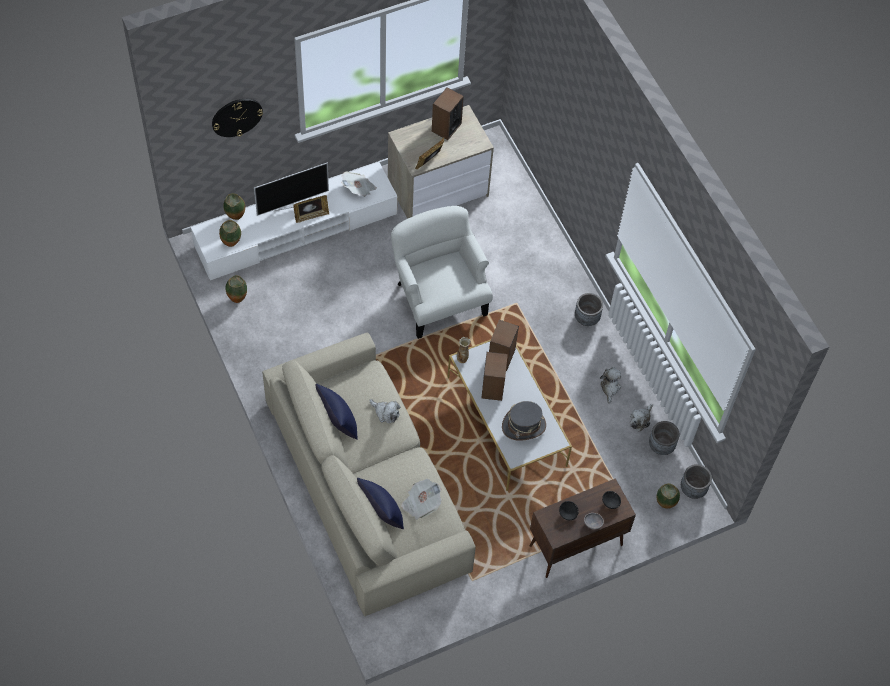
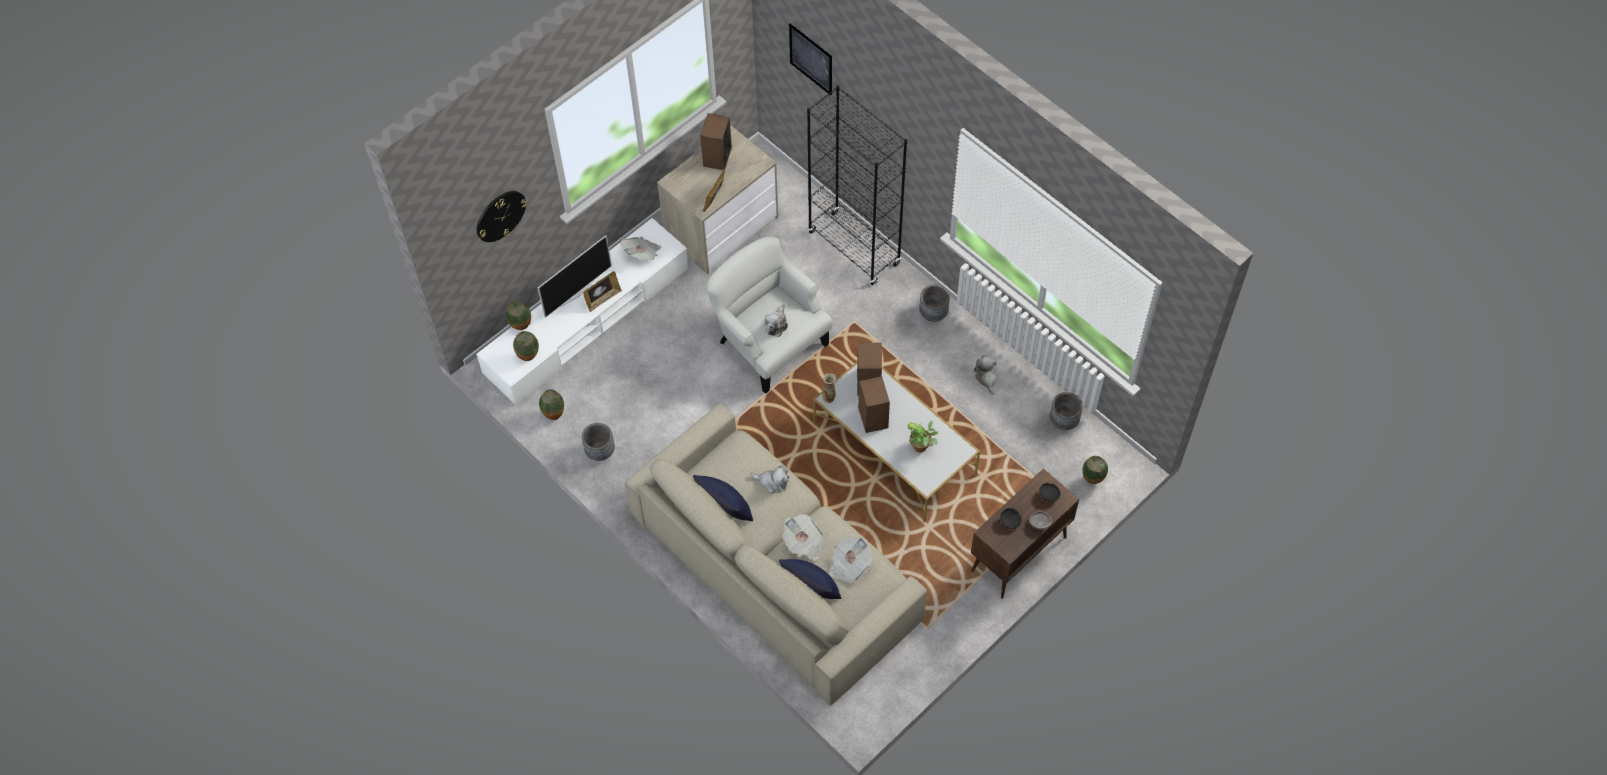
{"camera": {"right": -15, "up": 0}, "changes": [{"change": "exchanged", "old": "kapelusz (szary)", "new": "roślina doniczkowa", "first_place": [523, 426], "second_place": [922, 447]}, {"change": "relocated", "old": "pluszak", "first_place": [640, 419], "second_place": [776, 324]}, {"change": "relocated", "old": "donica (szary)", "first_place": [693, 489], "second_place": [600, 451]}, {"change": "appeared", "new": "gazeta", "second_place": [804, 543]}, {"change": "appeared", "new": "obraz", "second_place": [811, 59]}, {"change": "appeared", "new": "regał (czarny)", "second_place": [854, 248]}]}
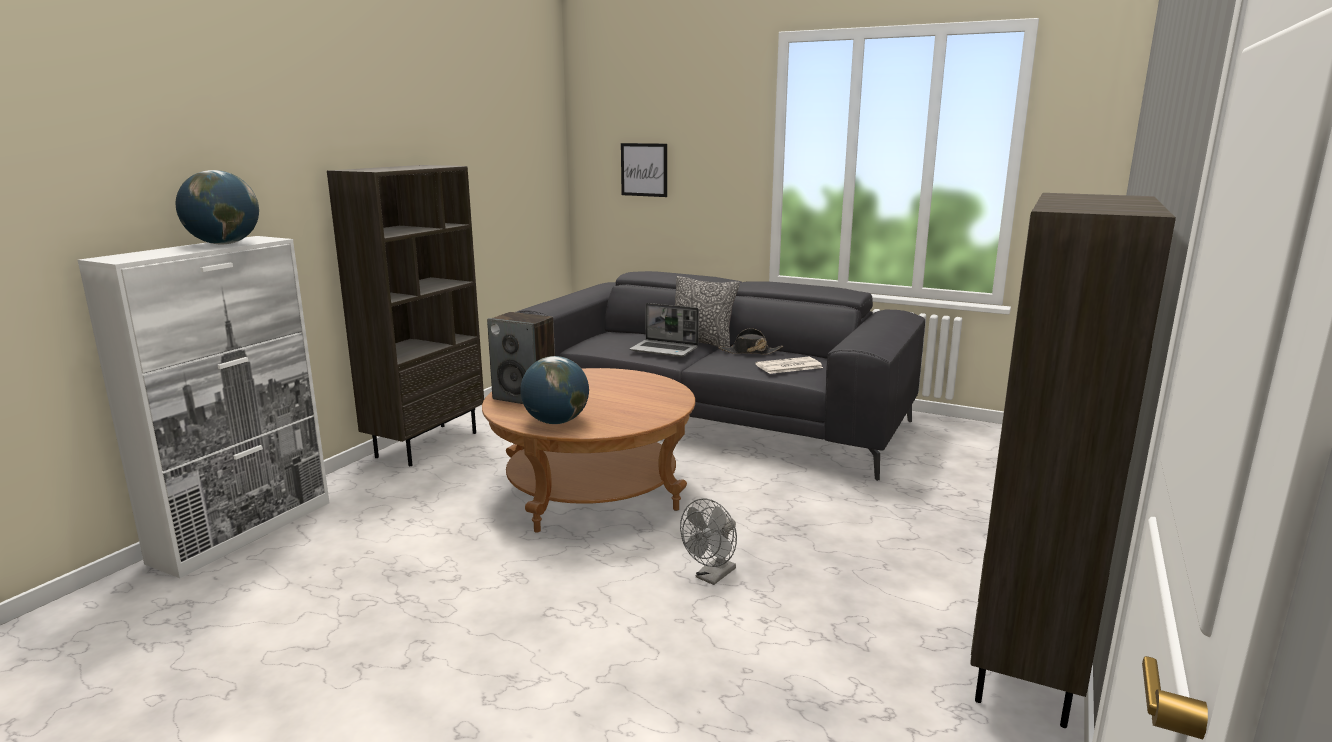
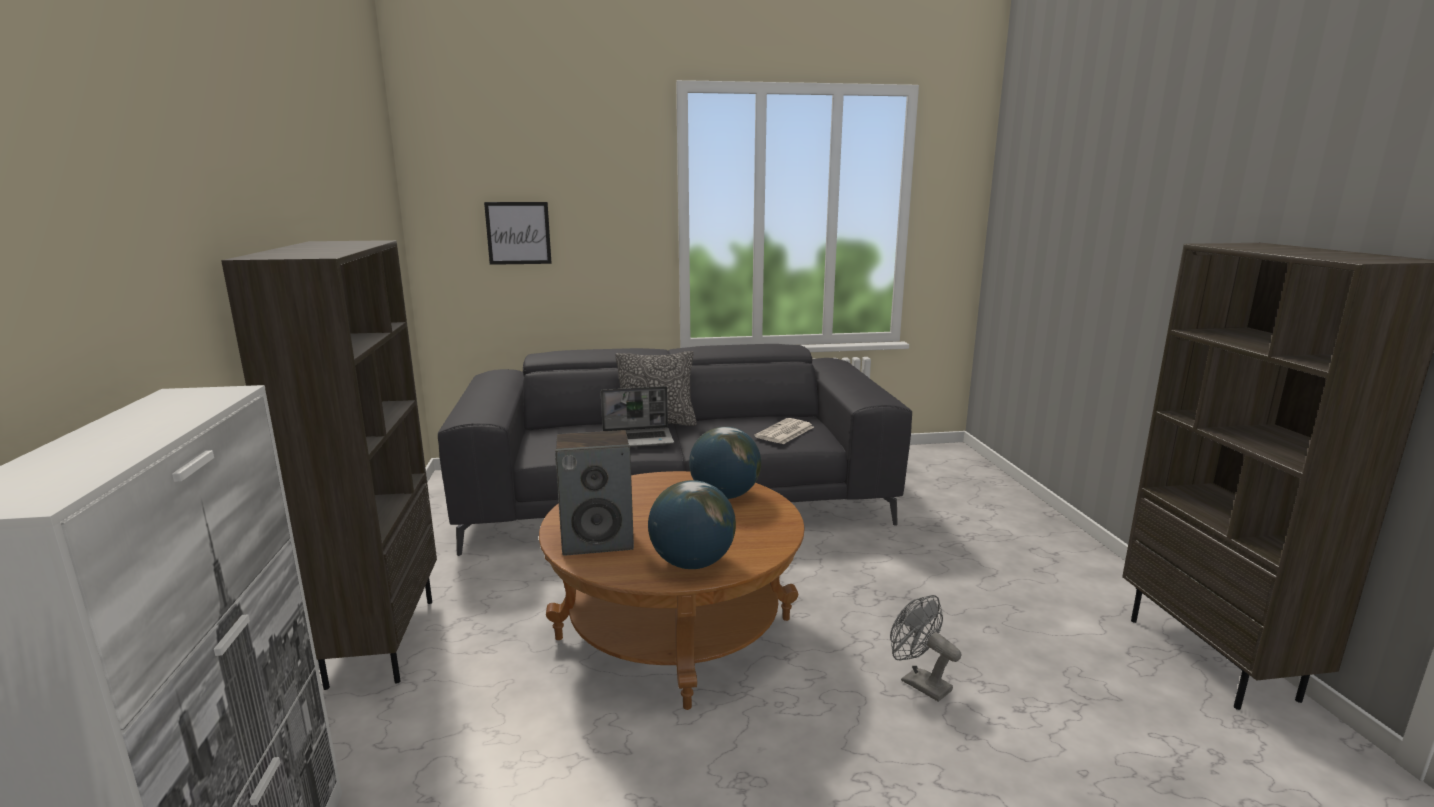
{"camera": {"right": -35, "up": 0}, "changes": [{"change": "relocated", "old": "globus", "first_place": [223, 244], "second_place": [725, 496]}, {"change": "spun", "old": "wentylator (szary)", "first_place": [712, 577], "second_place": [919, 682], "degrees": 135}, {"change": "missing", "old": "kapelusz (czarny)", "first_place": [750, 352]}]}
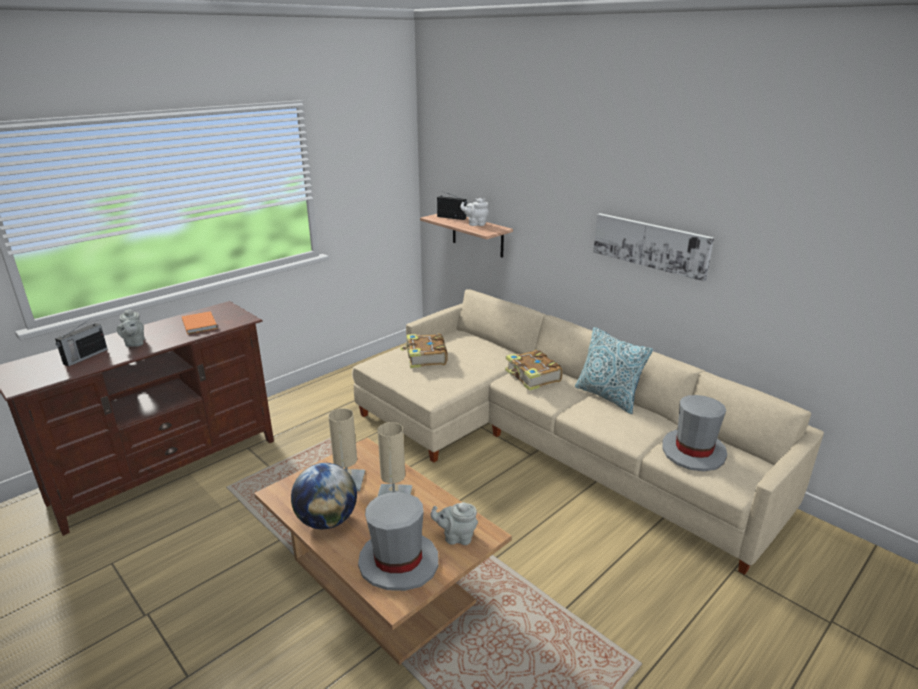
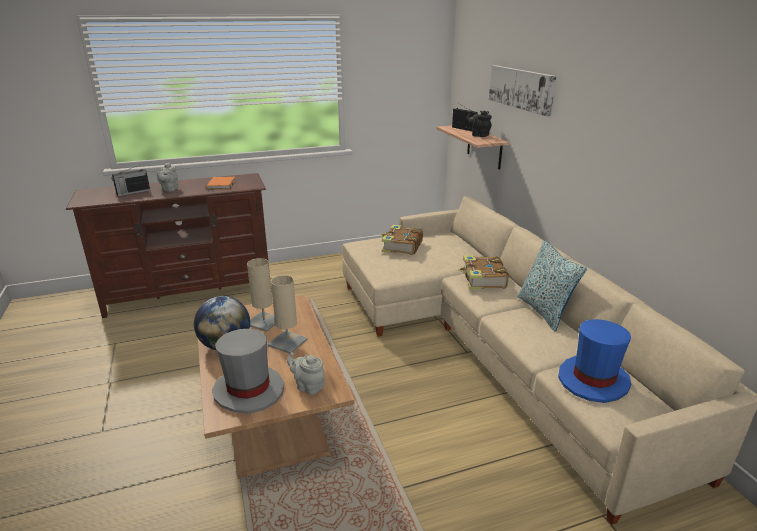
{"camera": {"right": 25, "up": 0}, "changes": [{"change": "colour", "old": "imbryk (biały)", "new": "imbryk (czarny)", "first_place": [475, 224], "second_place": [478, 135]}, {"change": "relocated", "old": "obraz", "first_place": [650, 244], "second_place": [521, 88]}, {"change": "colour", "old": "kapelusz (szary)", "new": "kapelusz (niebieski)", "first_place": [693, 451], "second_place": [593, 380]}]}
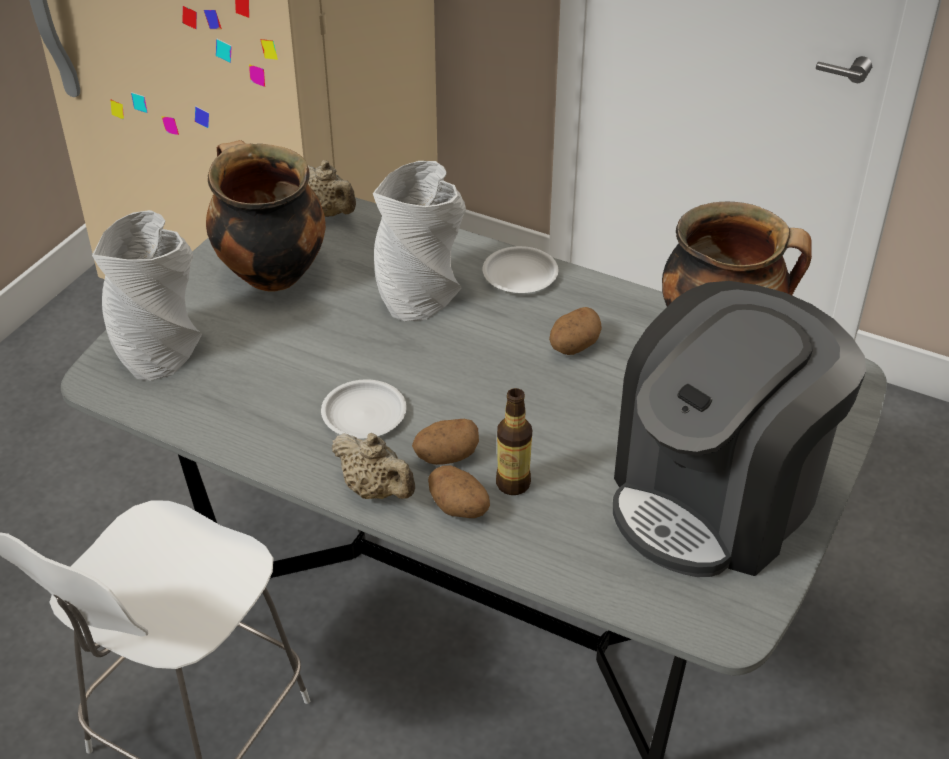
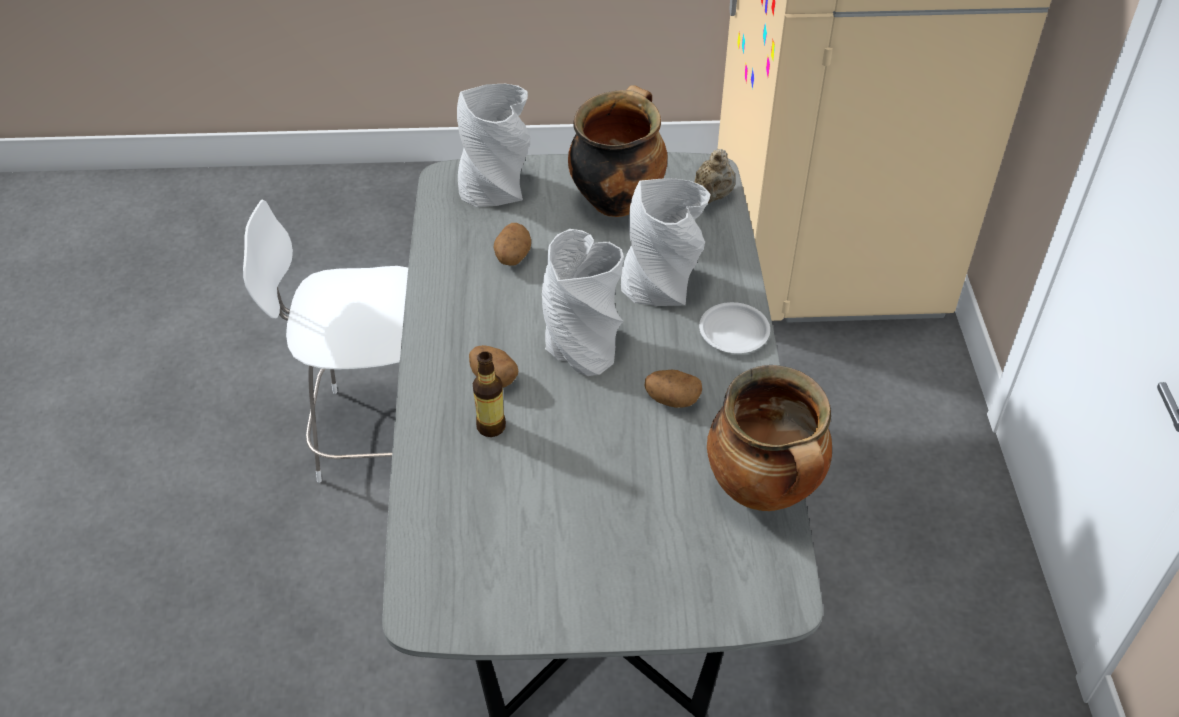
{"camera": {"right": 60, "up": 5}, "changes": [{"change": "missing", "old": "talerz (biały)", "first_place": [363, 414]}, {"change": "missing", "old": "imbryk (beżowy)", "first_place": [376, 490]}, {"change": "relocated", "old": "ziemniak", "first_place": [460, 508], "second_place": [512, 257]}, {"change": "missing", "old": "ekspres do kawy", "first_place": [717, 497]}, {"change": "appeared", "new": "wazon (szary)", "second_place": [582, 344]}]}
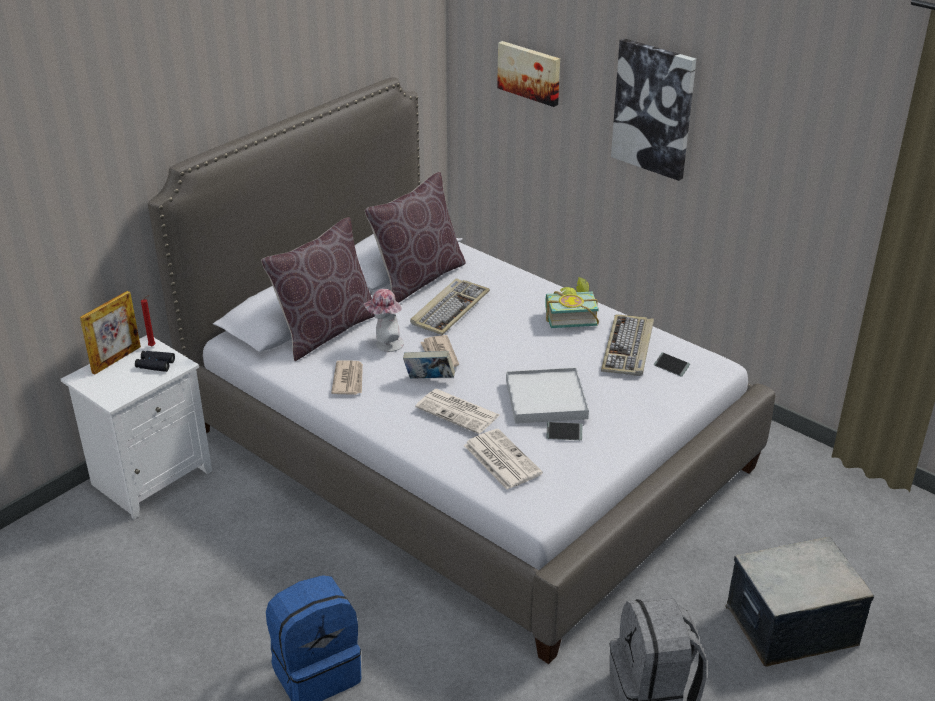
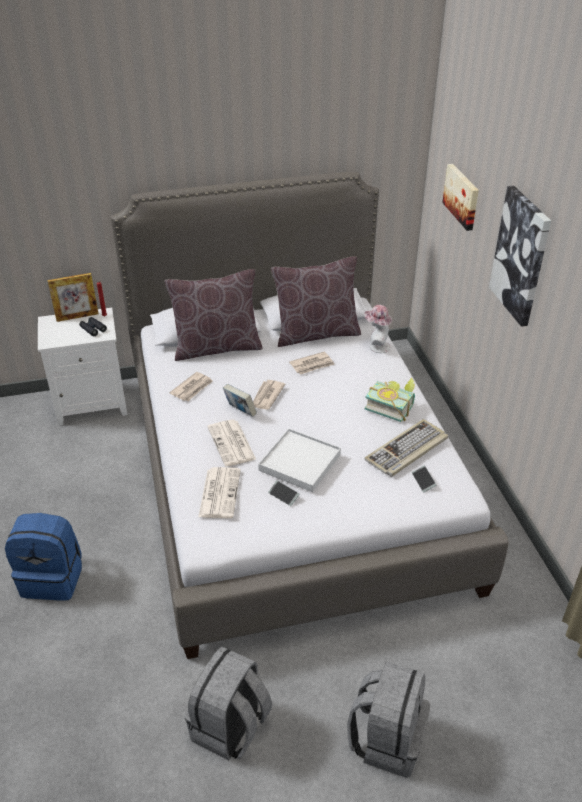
{"camera": {"right": 35, "up": 5}, "changes": [{"change": "relocated", "old": "kapelusz", "first_place": [385, 344], "second_place": [376, 346]}, {"change": "exchanged", "old": "klawiatura", "new": "gazeta", "first_place": [449, 309], "second_place": [312, 365]}, {"change": "exchanged", "old": "pojemnik do przechowywania", "new": "plecak (szary)", "first_place": [791, 625], "second_place": [387, 739]}]}
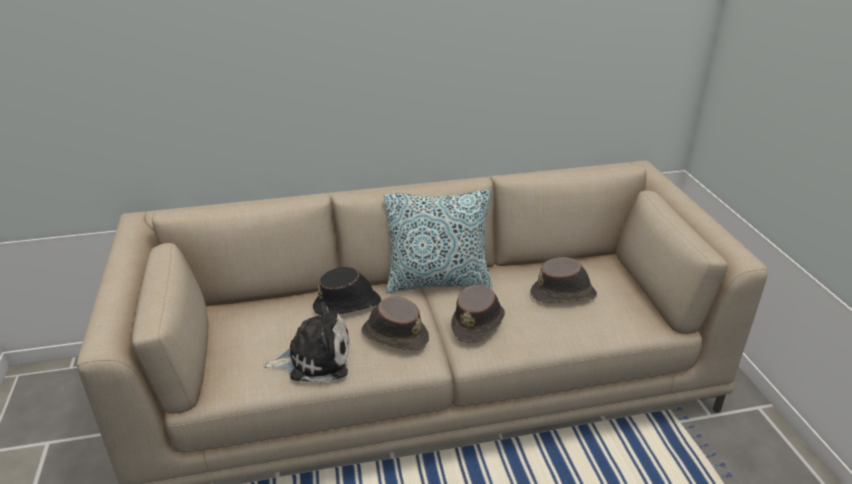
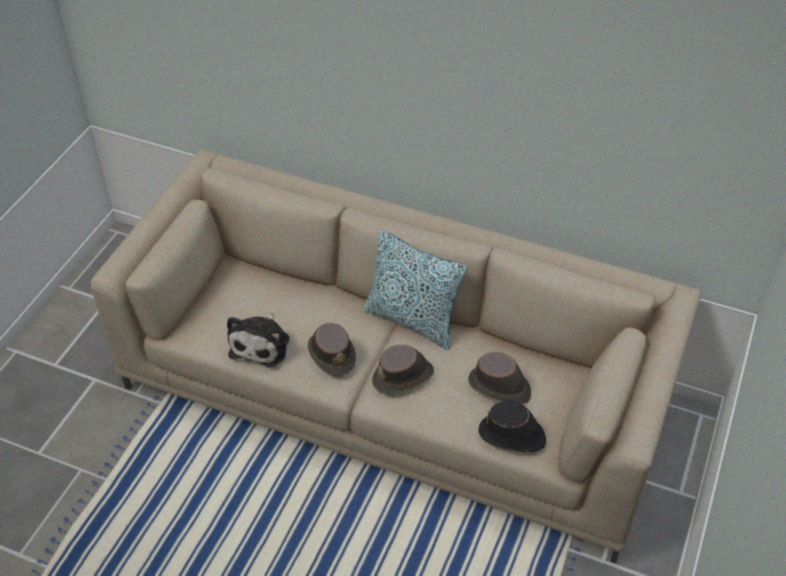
{"camera": {"right": 35, "up": 15}, "changes": [{"change": "spun", "old": "pluszak", "first_place": [315, 359], "second_place": [261, 344], "degrees": 75}, {"change": "relocated", "old": "kapelusz (czarny)", "first_place": [348, 305], "second_place": [512, 436]}]}
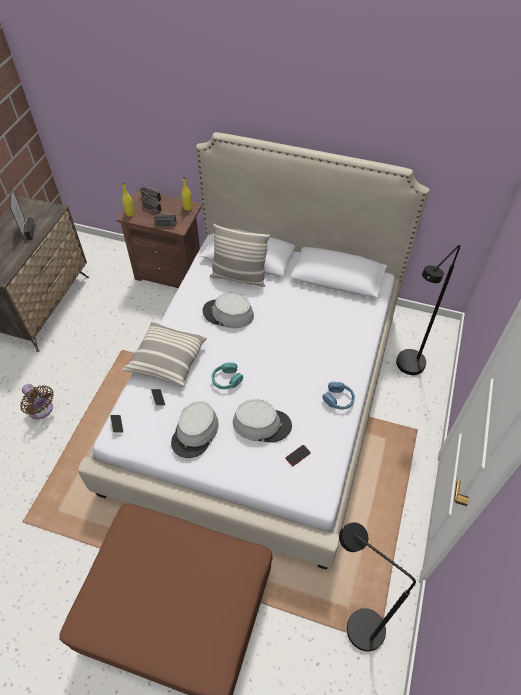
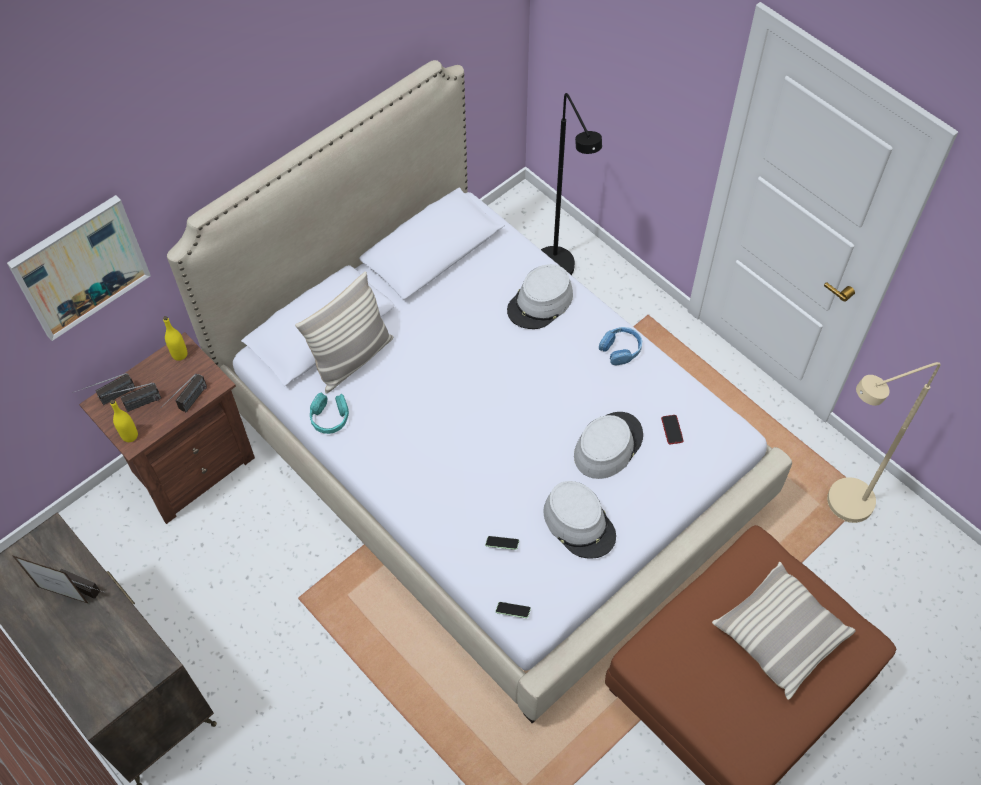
{"camera": {"right": -60, "up": 5}, "changes": [{"change": "missing", "old": "wentylator (brązowy)", "first_place": [41, 410]}, {"change": "relocated", "old": "poduszka", "first_place": [167, 360], "second_place": [779, 635]}, {"change": "relocated", "old": "kapelusz (szary)", "first_place": [228, 314], "second_place": [540, 303]}, {"change": "relocated", "old": "słuchawki (turkusowy)", "first_place": [226, 380], "second_place": [330, 418]}, {"change": "colour", "old": "lampa stojąca (czarny)", "new": "lampa stojąca (beżowy)", "first_place": [355, 623], "second_place": [839, 508]}, {"change": "appeared", "new": "obraz", "second_place": [80, 267]}]}
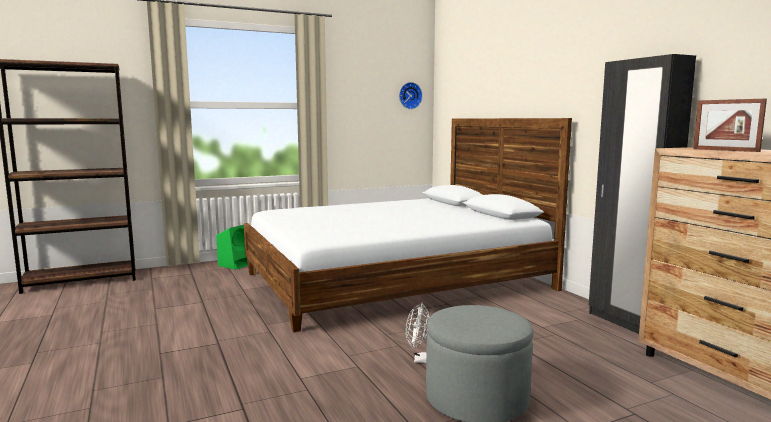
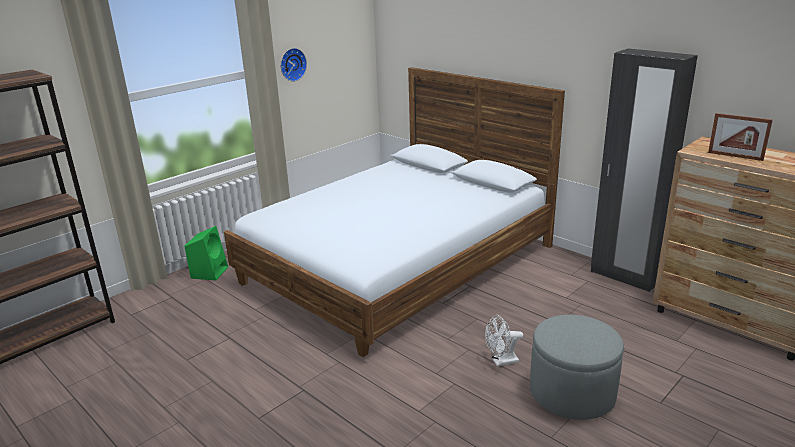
{"camera": {"right": -20, "up": 15}, "changes": [{"change": "relocated", "old": "zegar ścienny", "first_place": [409, 95], "second_place": [292, 64]}]}
